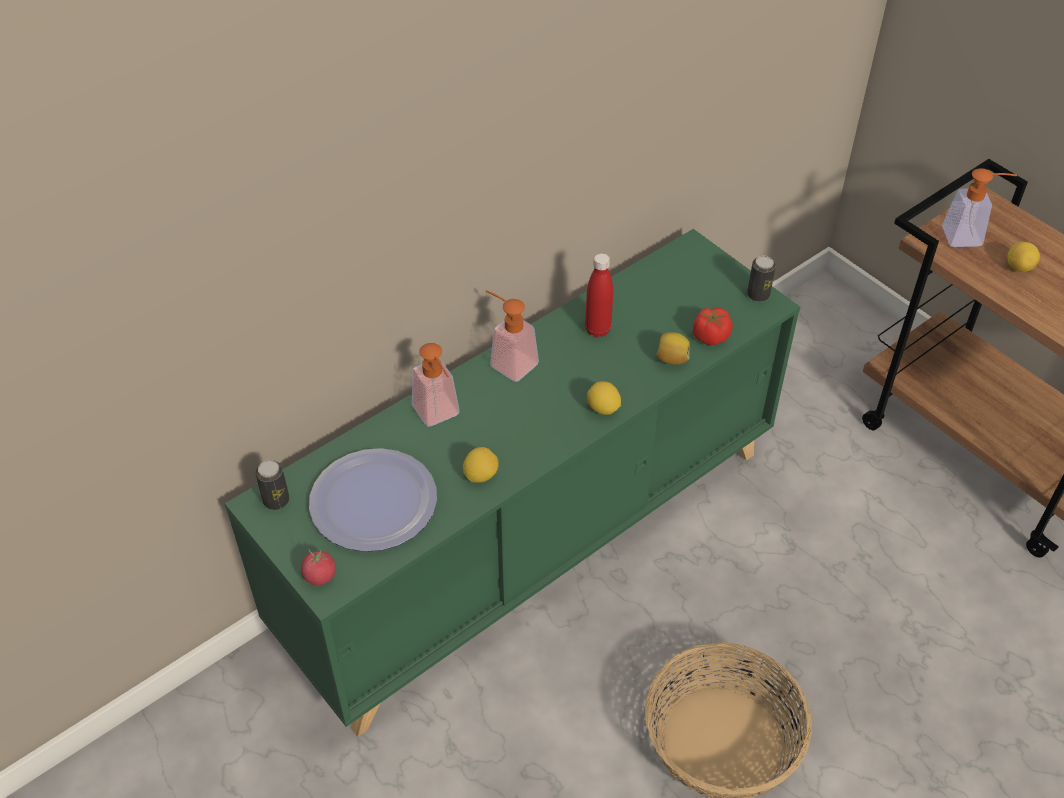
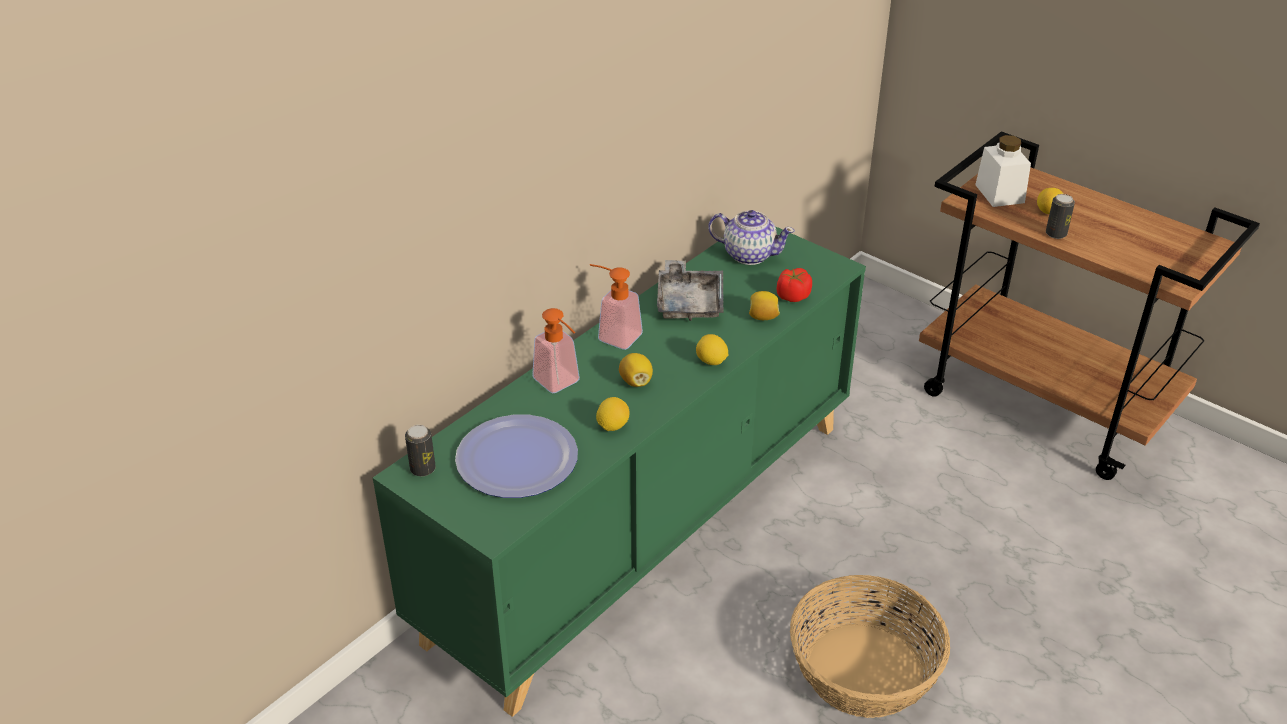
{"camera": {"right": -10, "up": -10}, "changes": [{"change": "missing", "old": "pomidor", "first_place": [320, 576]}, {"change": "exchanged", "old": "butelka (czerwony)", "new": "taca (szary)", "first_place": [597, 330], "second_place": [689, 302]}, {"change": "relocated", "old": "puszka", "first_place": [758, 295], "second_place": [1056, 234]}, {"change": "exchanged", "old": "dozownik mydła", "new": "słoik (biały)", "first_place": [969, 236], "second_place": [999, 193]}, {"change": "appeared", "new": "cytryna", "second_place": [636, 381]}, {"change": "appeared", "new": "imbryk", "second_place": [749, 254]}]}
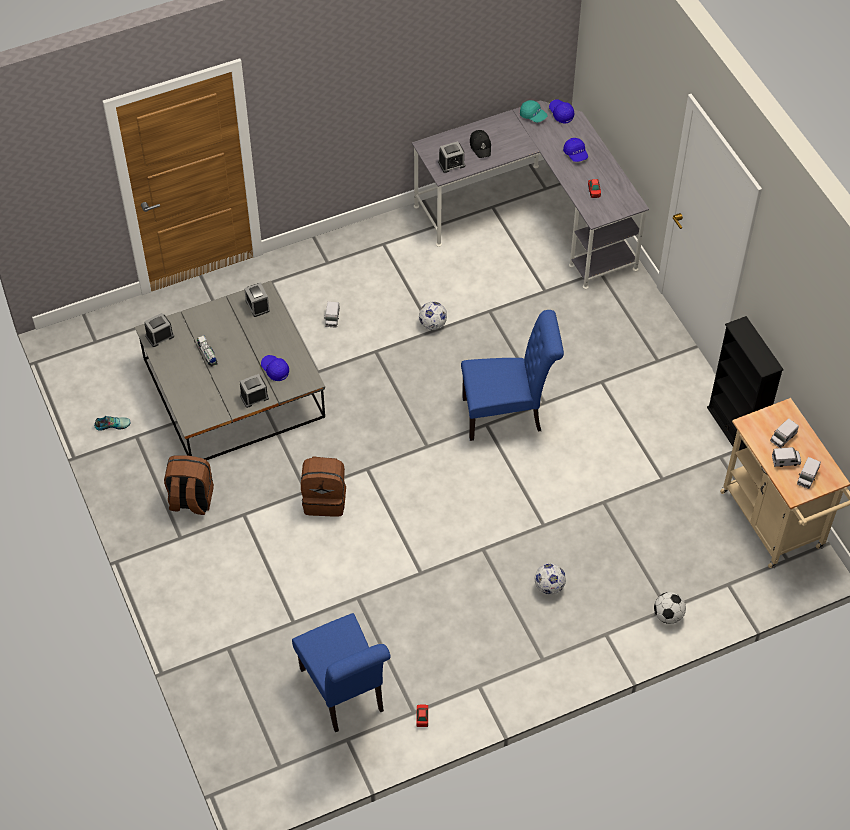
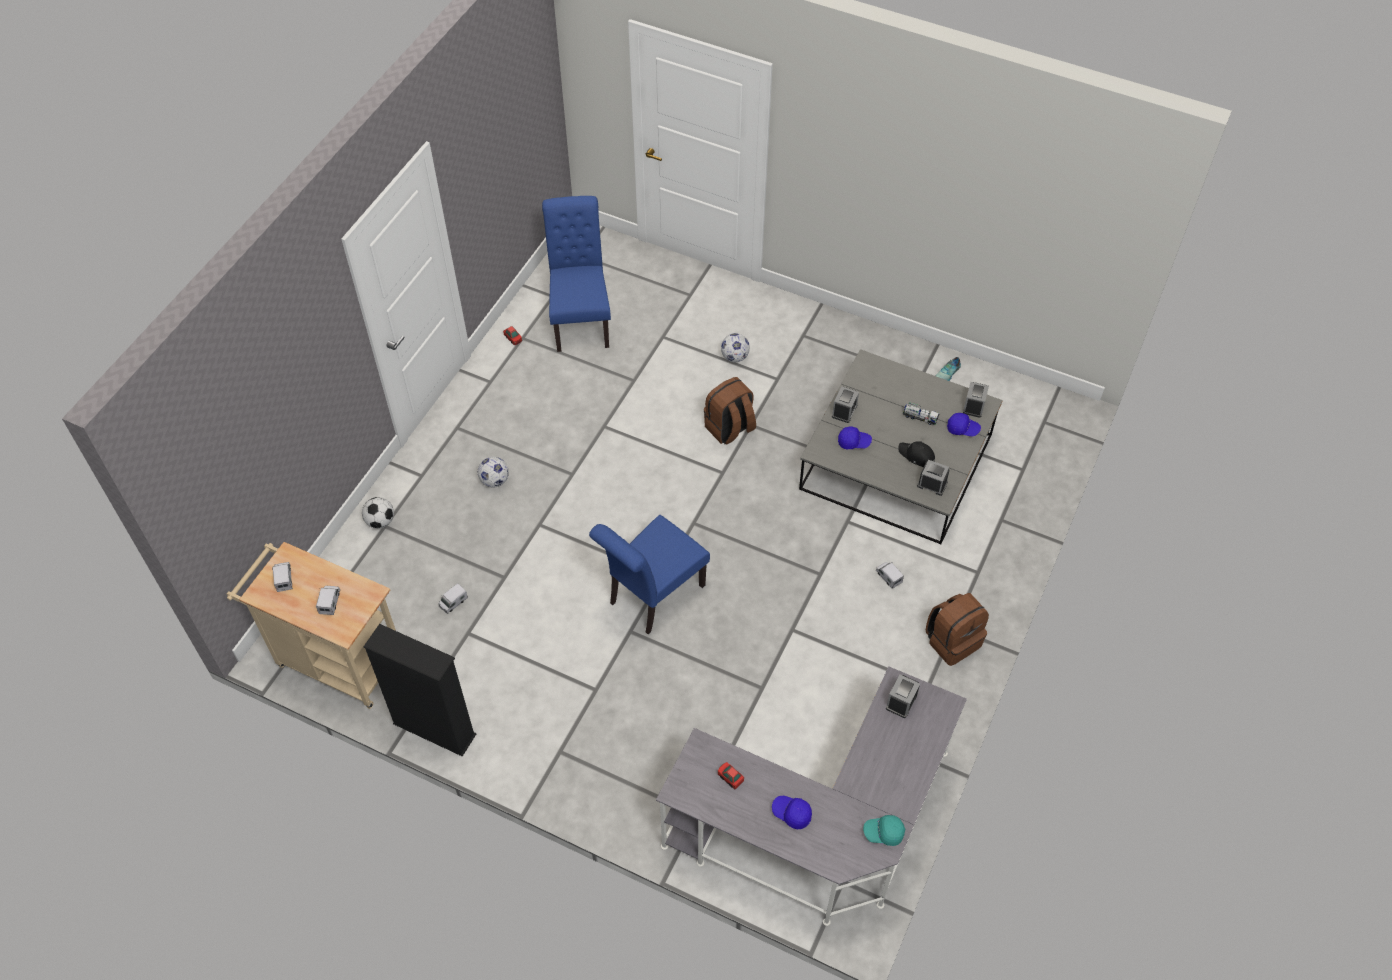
{"camera": {"right": 140, "up": 0}, "changes": [{"change": "relocated", "old": "plecak (brązowy)", "first_place": [191, 500], "second_place": [952, 641]}, {"change": "spun", "old": "krzesło (niebieski)", "first_place": [345, 694], "second_place": [580, 319], "degrees": 60}, {"change": "relocated", "old": "piłka futbolowa", "first_place": [433, 324], "second_place": [734, 357]}, {"change": "relocated", "old": "czapka z daszkiem (czarny)", "first_place": [481, 146], "second_place": [916, 456]}, {"change": "relocated", "old": "czapka z daszkiem (niebieski)", "first_place": [561, 114], "second_place": [962, 429]}, {"change": "relocated", "old": "ciężarówka zabawkowa", "first_place": [786, 461], "second_place": [453, 602]}]}
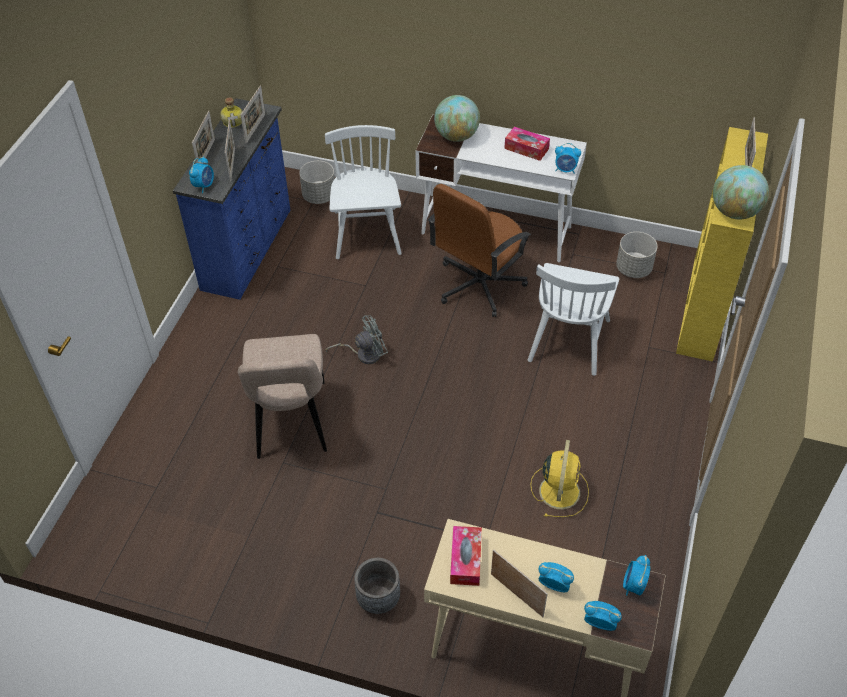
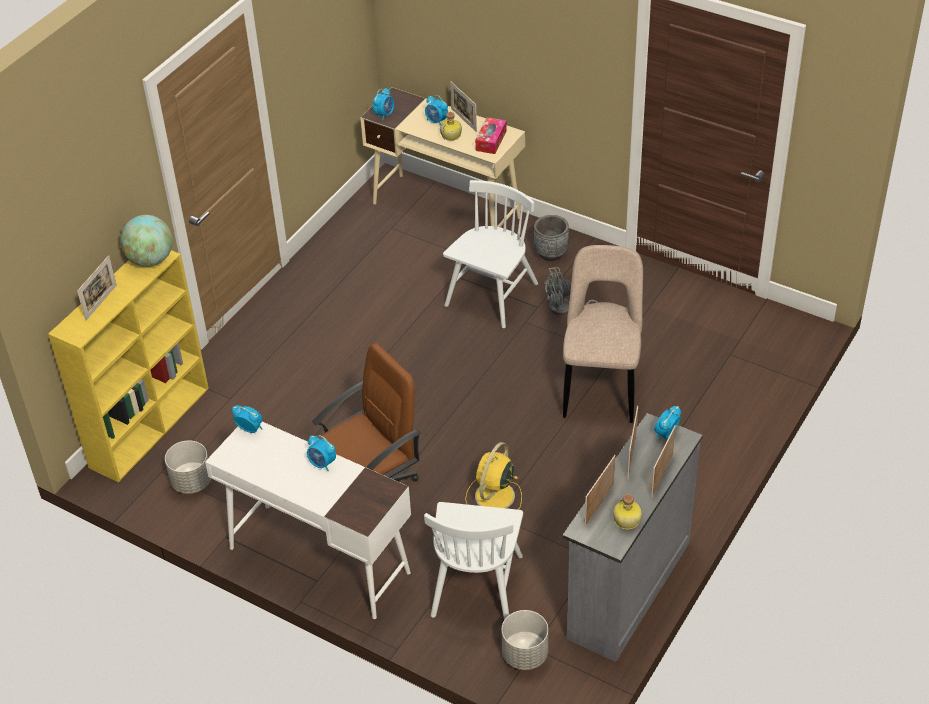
{"camera": {"right": -165, "up": -5}, "changes": [{"change": "colour", "old": "komoda (niebieski)", "new": "komoda (szary)", "first_place": [249, 249], "second_place": [626, 590]}, {"change": "relocated", "old": "wentylator (szary)", "first_place": [364, 354], "second_place": [564, 310]}, {"change": "missing", "old": "globus", "first_place": [456, 136]}, {"change": "missing", "old": "pudełko chusteczek", "first_place": [526, 148]}, {"change": "relocated", "old": "krzesło (biały)", "first_place": [568, 340], "second_place": [492, 295]}, {"change": "relocated", "old": "wentylator (żółty)", "first_place": [559, 490], "second_place": [494, 497]}, {"change": "relocated", "old": "budzik", "first_place": [599, 623], "second_place": [322, 464]}, {"change": "appeared", "new": "butelka", "second_place": [451, 135]}]}
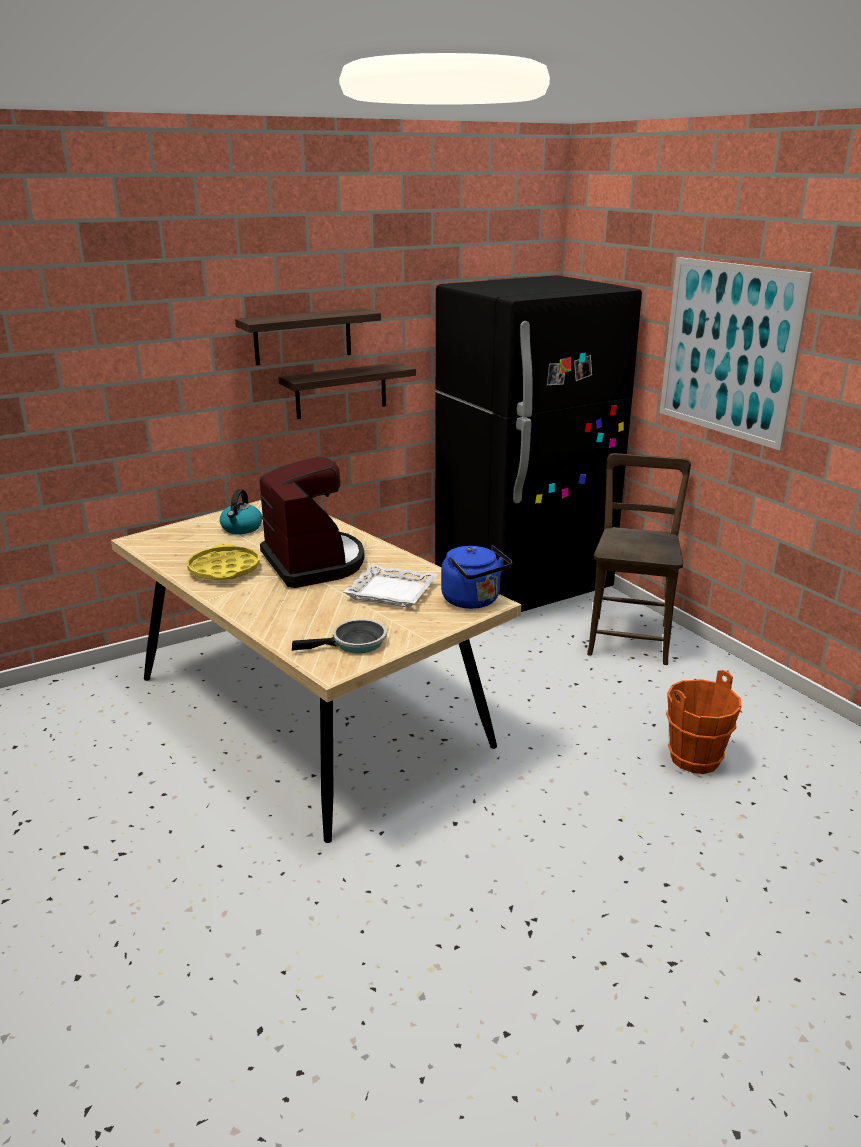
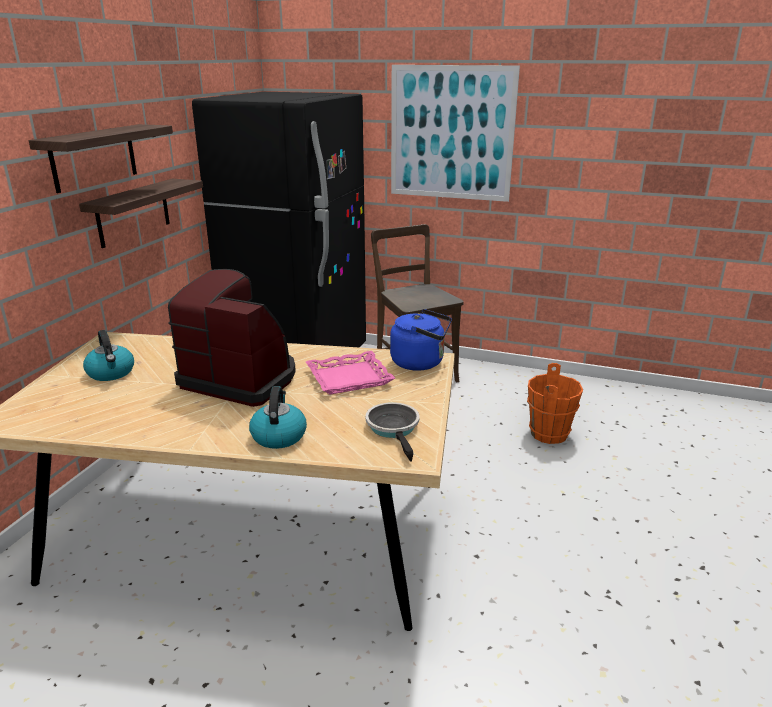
{"camera": {"right": -40, "up": 0}, "changes": [{"change": "missing", "old": "taca (żółty)", "first_place": [224, 570]}, {"change": "spun", "old": "patelnia", "first_place": [354, 643], "second_place": [394, 429], "degrees": -45}, {"change": "colour", "old": "taca (biały)", "new": "taca (różowy)", "first_place": [391, 592], "second_place": [349, 378]}, {"change": "appeared", "new": "czajnik", "second_place": [278, 435]}]}
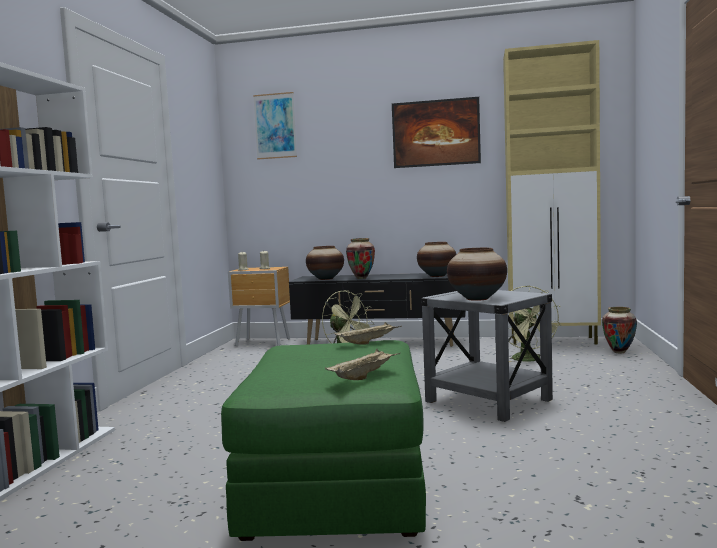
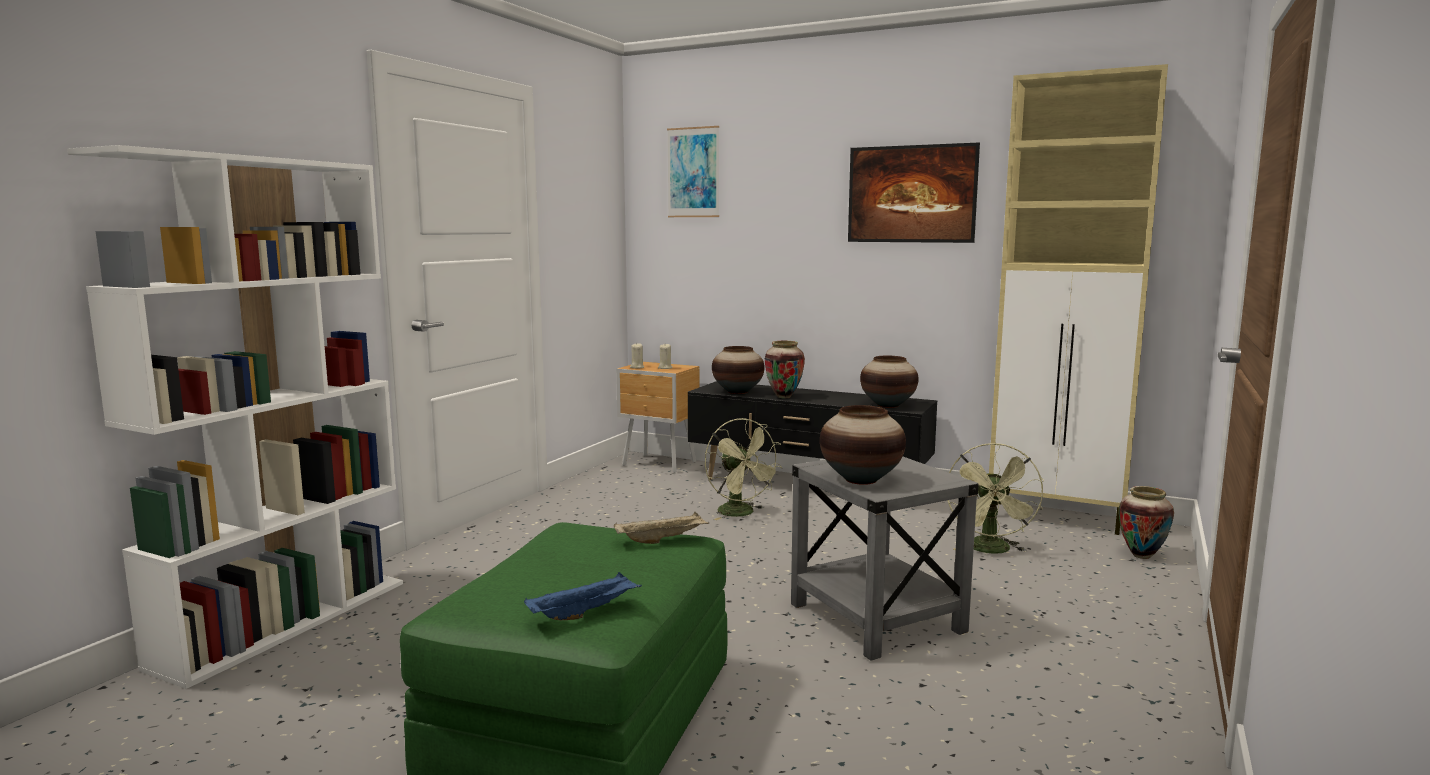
{"camera": {"right": 15, "up": 5}, "changes": [{"change": "colour", "old": "taca (beżowy)", "new": "taca (niebieski)", "first_place": [364, 376], "second_place": [584, 612]}]}
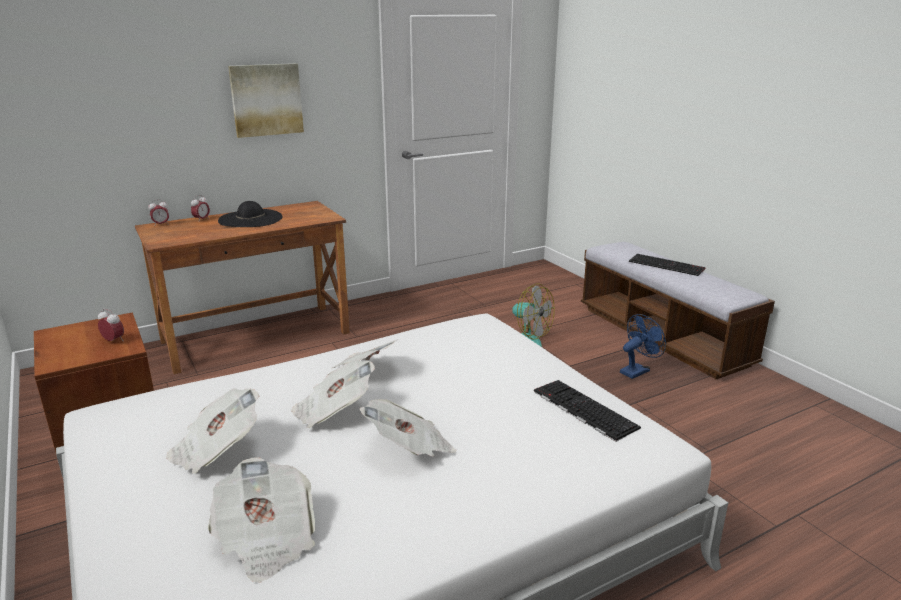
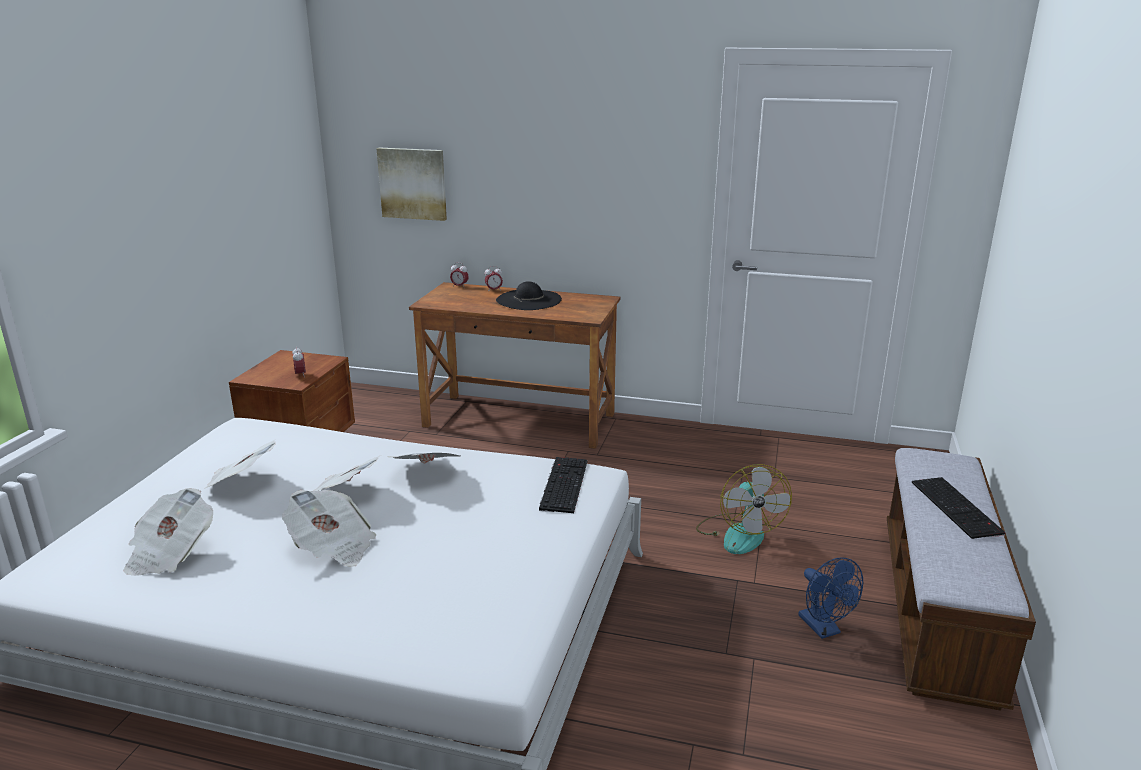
{"camera": {"right": 45, "up": 0}, "changes": [{"change": "relocated", "old": "obraz", "first_place": [266, 100], "second_place": [413, 183]}, {"change": "relocated", "old": "klawiatura", "first_place": [582, 409], "second_place": [563, 484]}, {"change": "spun", "old": "wentylator (niebieski)", "first_place": [637, 370], "second_place": [823, 629], "degrees": 60}]}
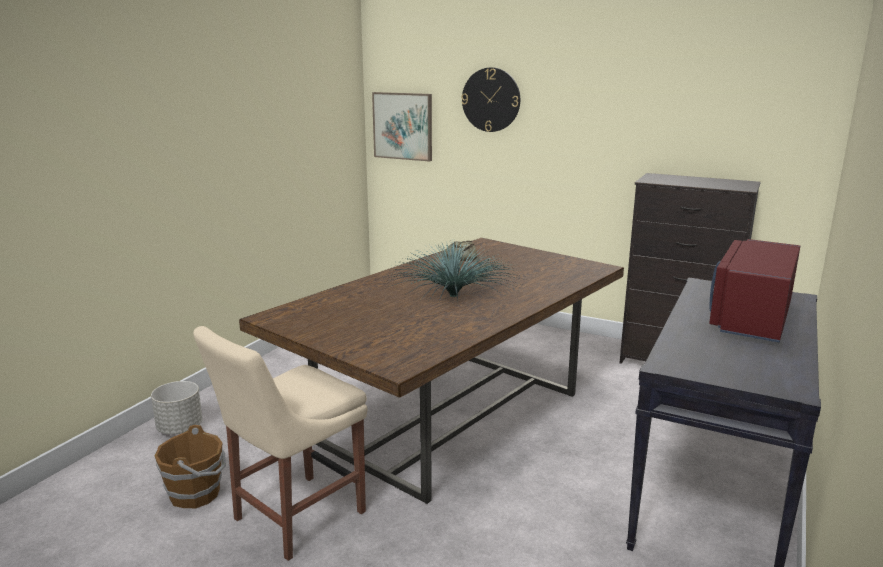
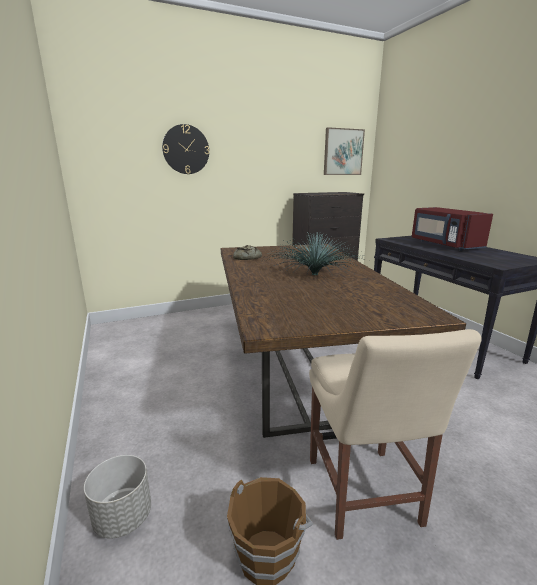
{"camera": {"right": -50, "up": 0}, "changes": [{"change": "relocated", "old": "obraz", "first_place": [403, 126], "second_place": [343, 152]}]}
